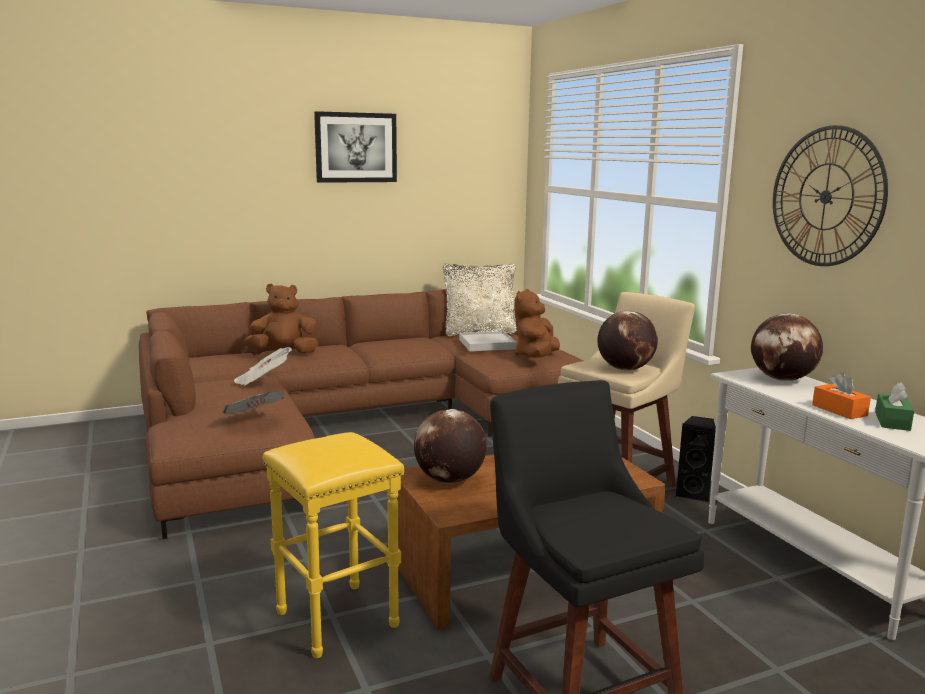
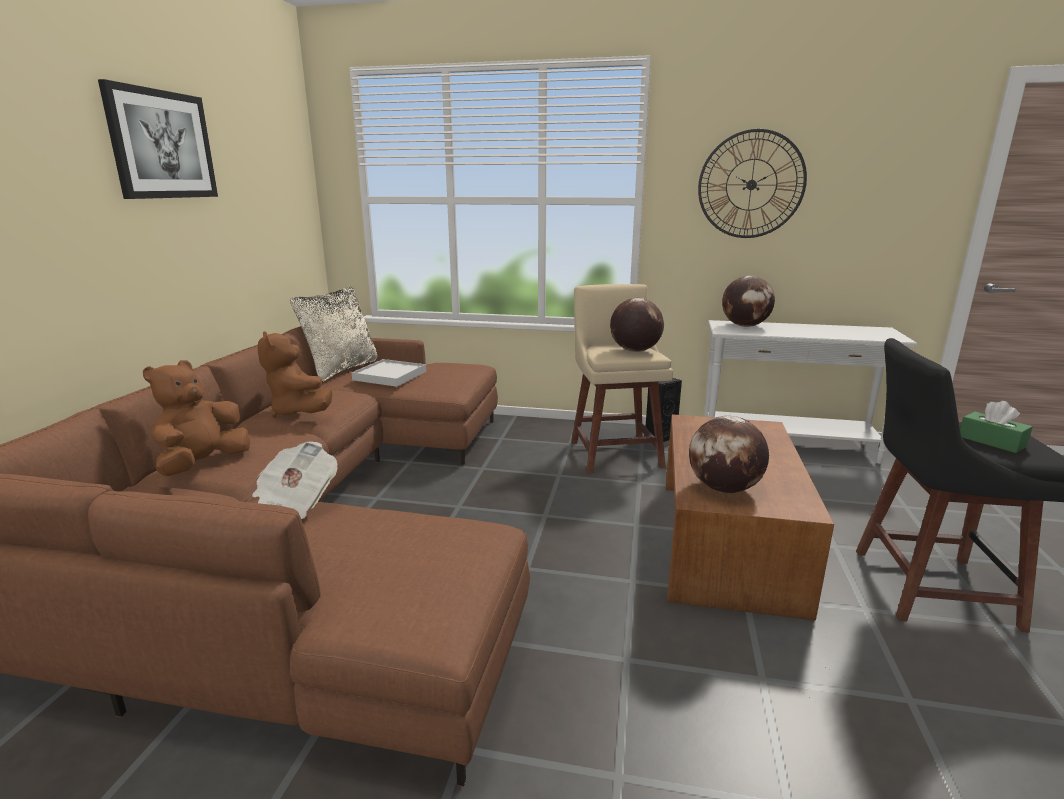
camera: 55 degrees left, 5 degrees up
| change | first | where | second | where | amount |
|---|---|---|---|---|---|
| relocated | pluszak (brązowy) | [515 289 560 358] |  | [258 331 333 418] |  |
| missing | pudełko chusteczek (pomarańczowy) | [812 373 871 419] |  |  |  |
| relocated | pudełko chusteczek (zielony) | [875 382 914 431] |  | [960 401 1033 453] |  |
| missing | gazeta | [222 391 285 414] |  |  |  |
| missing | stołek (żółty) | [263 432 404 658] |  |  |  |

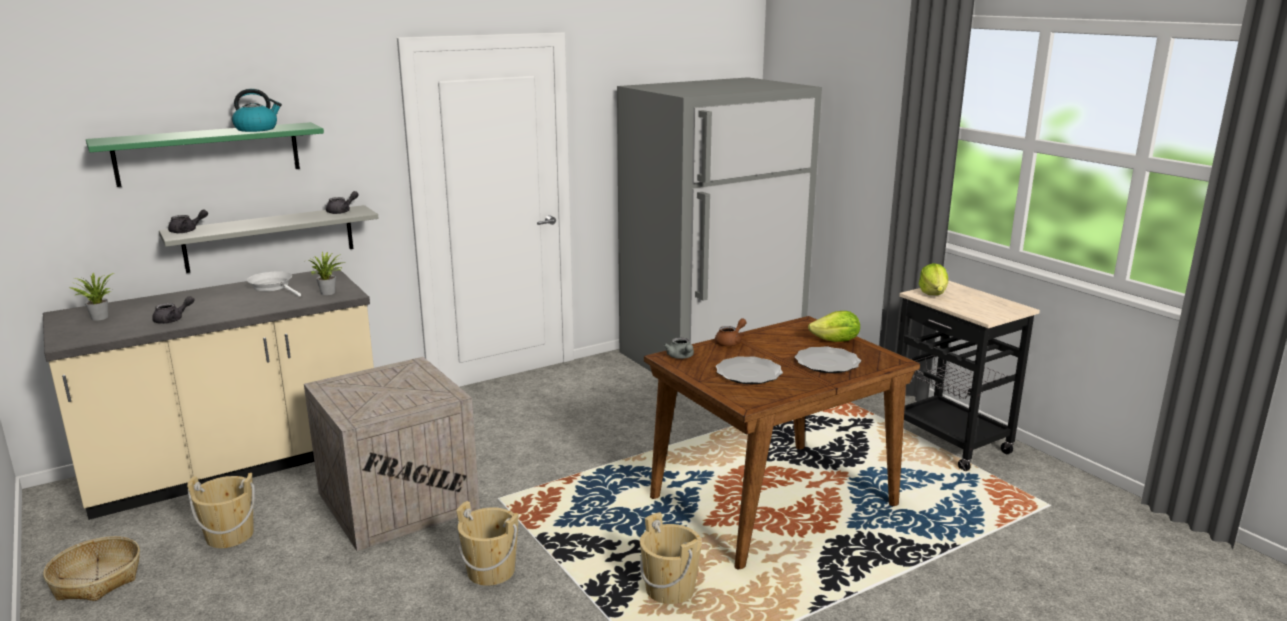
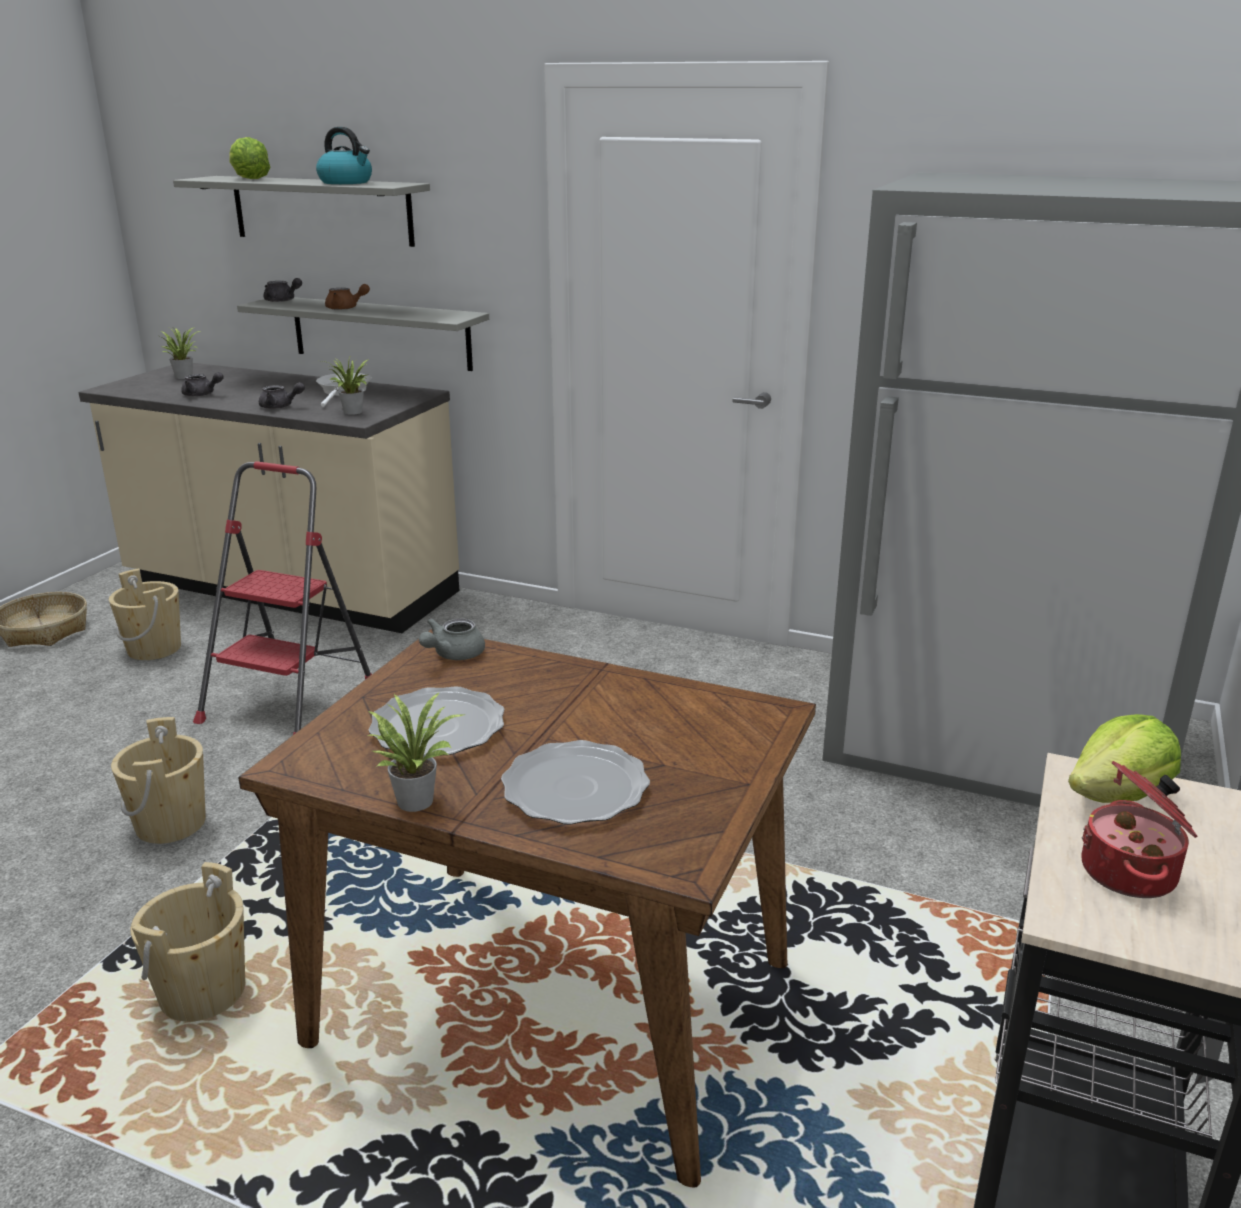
camera: 55 degrees right, 5 degrees up
| change | first | where | second | where | amount |
|---|---|---|---|---|---|
| colour | półka (zielony) | [86 122 324 187] | półka (szary) | [173 176 430 247] |  |
| relocated | imbryk (szary) | [326 191 359 214] |  | [259 382 305 409] |  |
| relocated | sałata | [808 311 860 342] |  | [229 137 270 179] |  |
| relocated | imbryk (brązowy) | [715 318 747 346] |  | [325 284 370 310] |  |
| exchanged | skrzynka | [304 357 480 551] | drabinka (czerwony) | [193 461 372 735] |  |
| appeared |  |  | roślina doniczkowa | [367 692 463 812] |  |
| appeared |  |  | garnek | [1081 761 1197 898] |  |

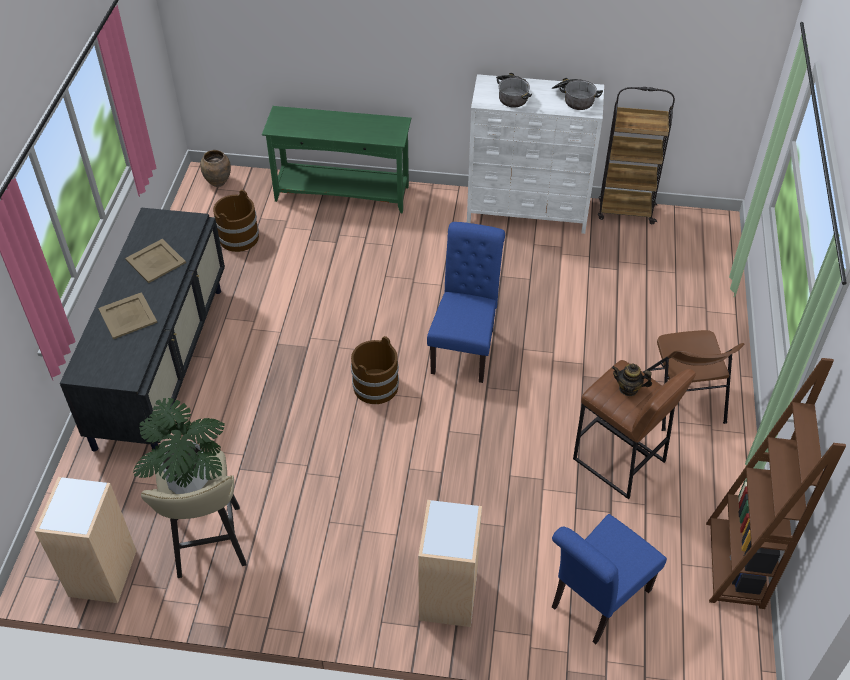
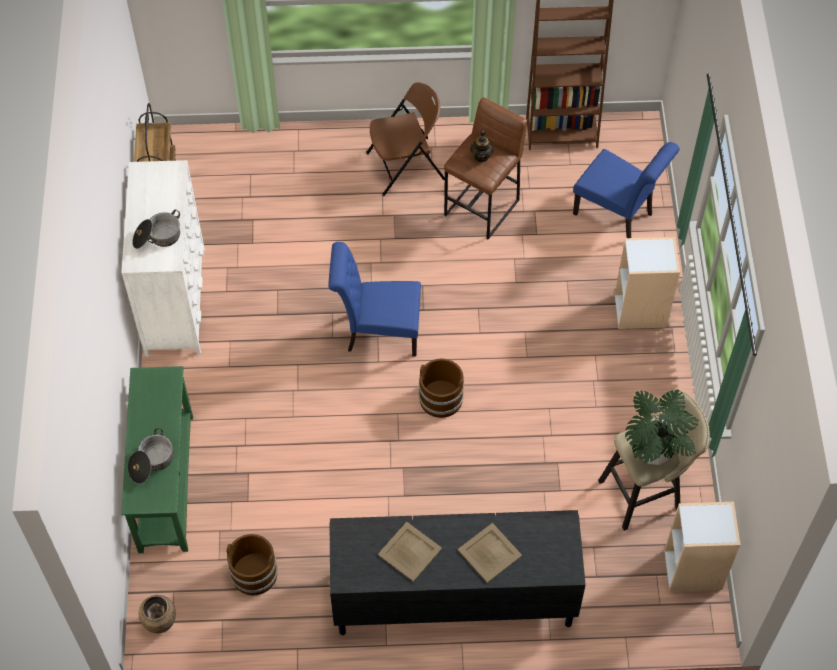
camera: 100 degrees left, 10 degrees up
| change | first | where | second | where | amount |
|---|---|---|---|---|---|
| relocated | garnek | [552 78 603 110] |  | [128 428 173 484] |  |

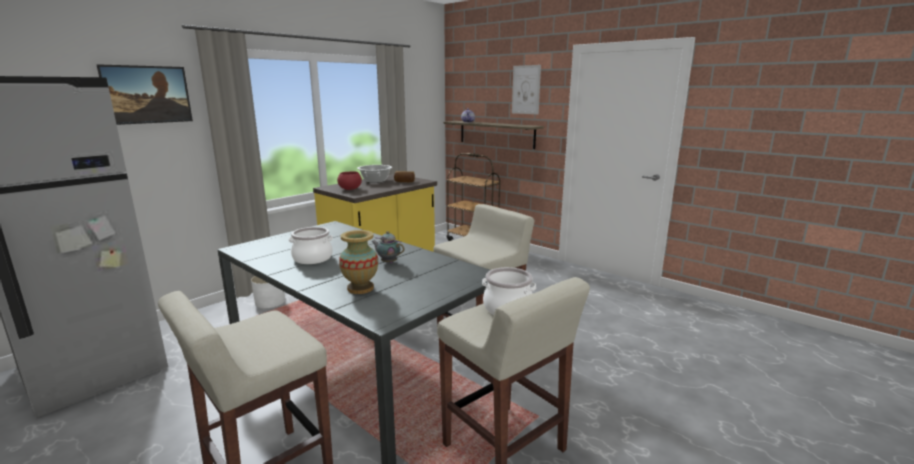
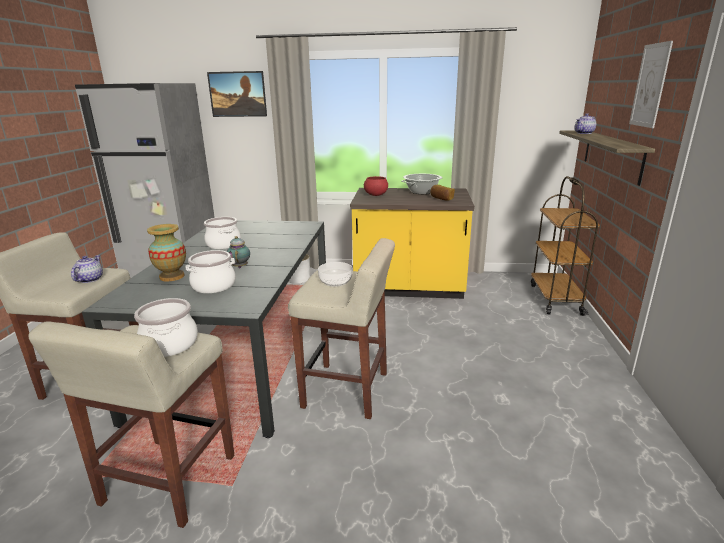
camera: 55 degrees right, 5 degrees up
| change | first | where | second | where | amount |
|---|---|---|---|---|---|
| appeared |  |  | garnek | [186 250 236 293] |  |
| appeared |  |  | imbryk | [71 255 103 283] |  |
| appeared |  |  | miska | [318 262 353 287] |  |

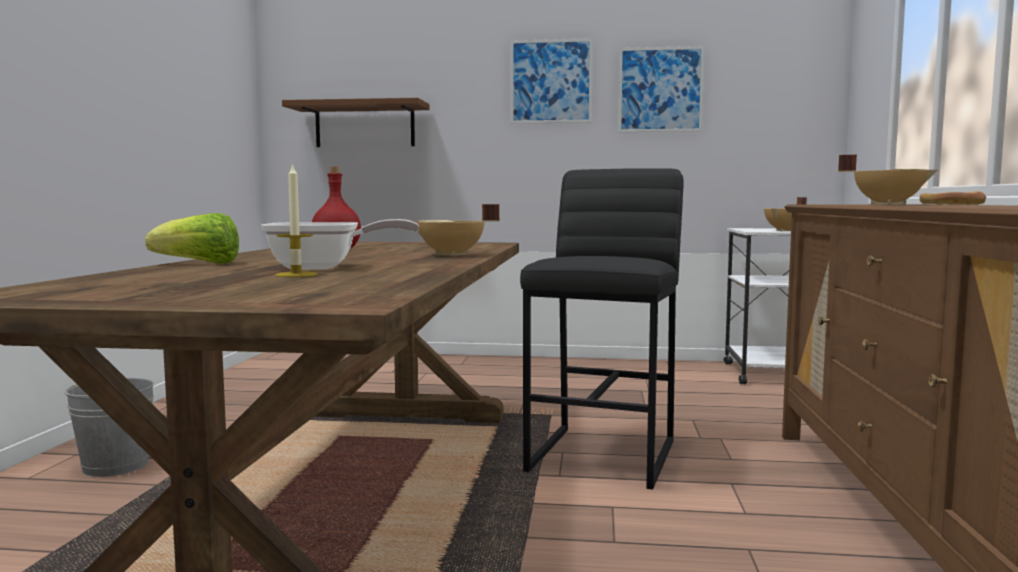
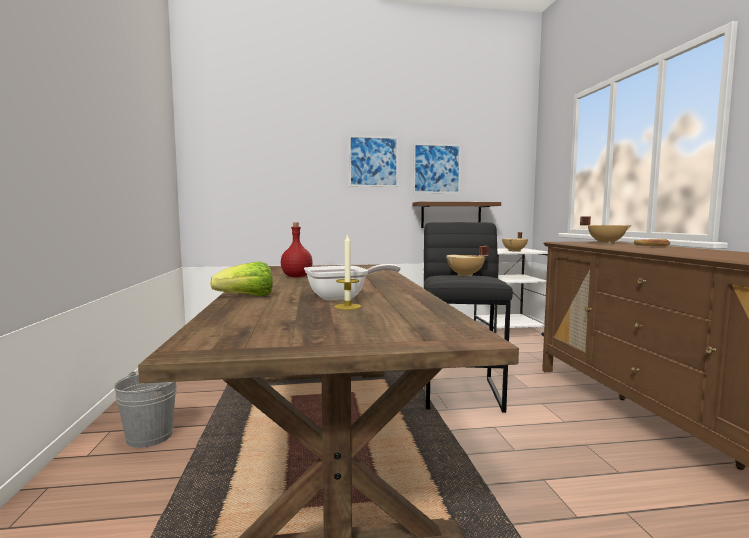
camera: 15 degrees left, 0 degrees up
| change | first | where | second | where | amount |
|---|---|---|---|---|---|
| relocated | półka (brązowy) | [282 98 429 147] |  | [412 202 501 228] |  |
| relocated | garnek (beżowy) | [413 204 499 256] |  | [446 246 489 276] |  |

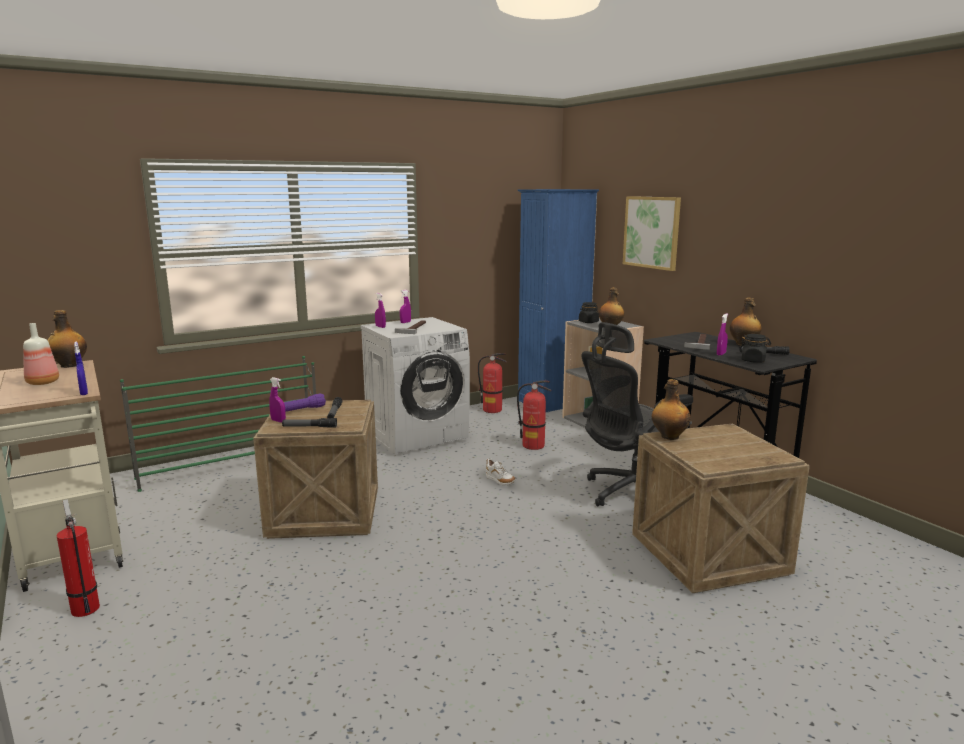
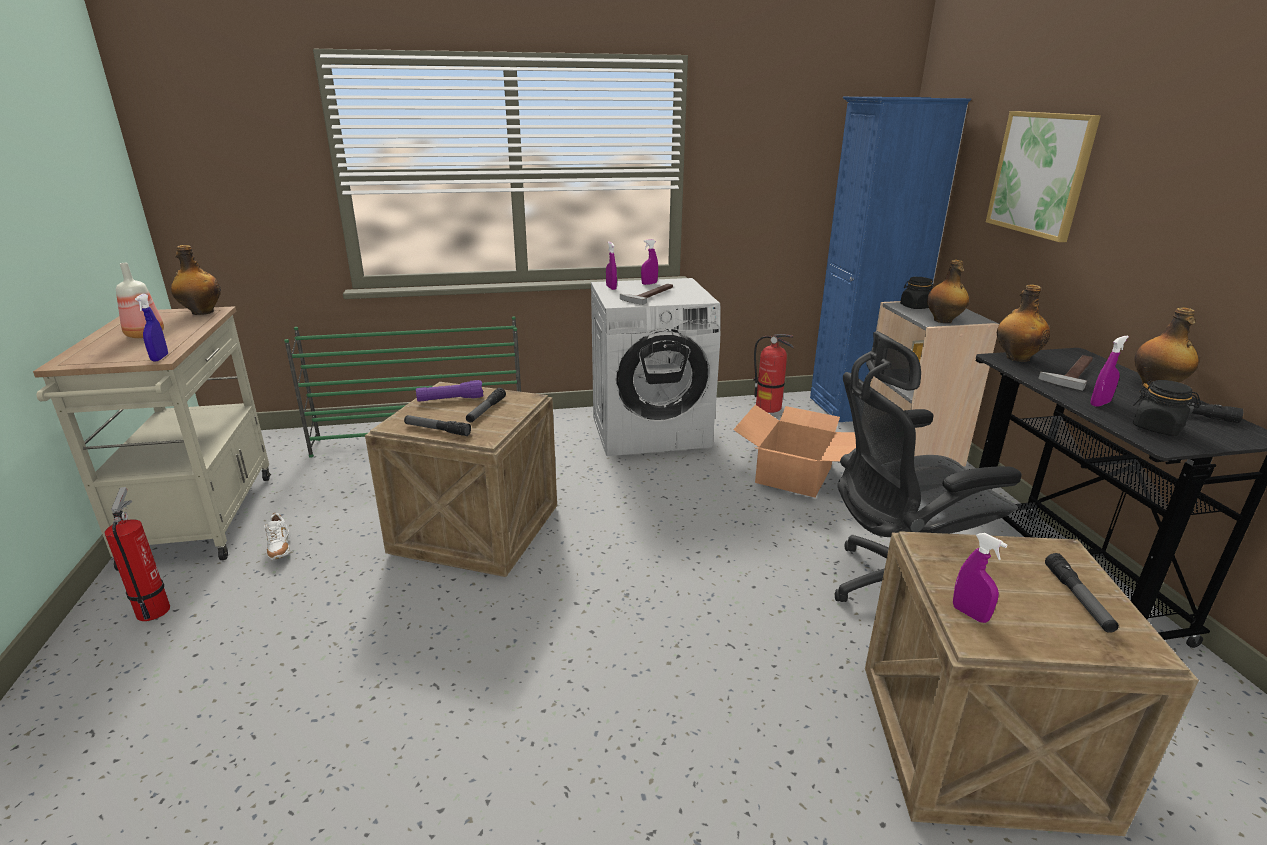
camera: 20 degrees right, 10 degrees up
| change | first | where | second | where | amount |
|---|---|---|---|---|---|
| relocated | spryskiwacz (fioletowy) | [269 377 286 422] |  | [953 533 1007 623] |  |
| relocated | butelka | [652 379 691 440] |  | [997 285 1050 362] |  |
| exchanged | gaśnica | [517 380 551 450] | karton | [733 405 856 497] |  |
| relocated | but (biały) | [486 459 516 486] |  | [264 512 290 560] |  |
| appeared |  |  | latarka | [1045 553 1119 633] |  |

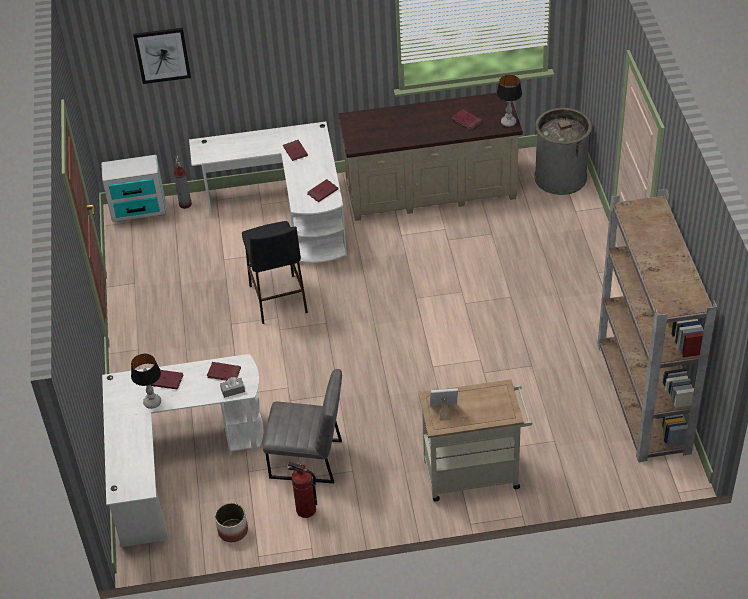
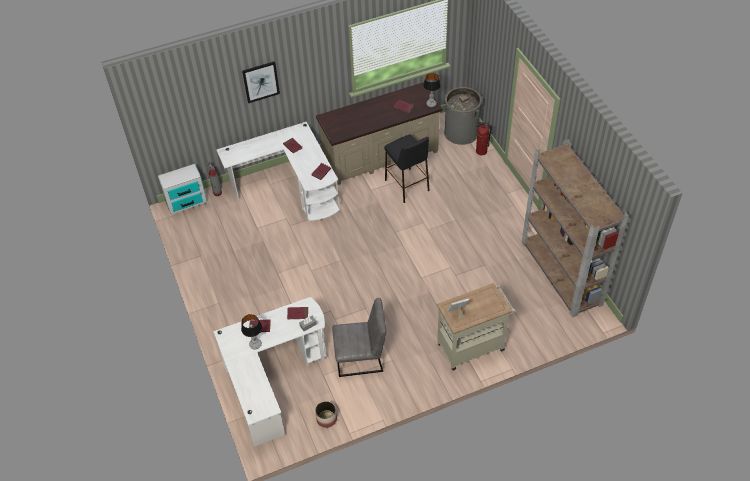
camera: 15 degrees left, 5 degrees up
| change | first | where | second | where | amount |
|---|---|---|---|---|---|
| relocated | obraz | [133 28 191 84] |  | [242 61 280 103] |  |
| relocated | stołek (czarny) | [242 221 308 324] |  | [385 134 430 203] |  |
| relocated | gaśnica | [288 462 317 518] |  | [476 122 492 155] |  |

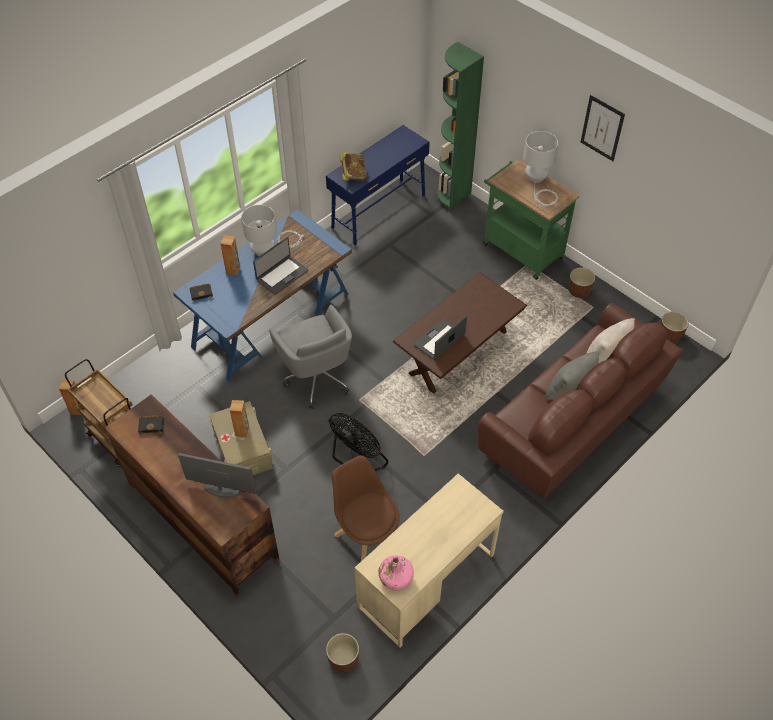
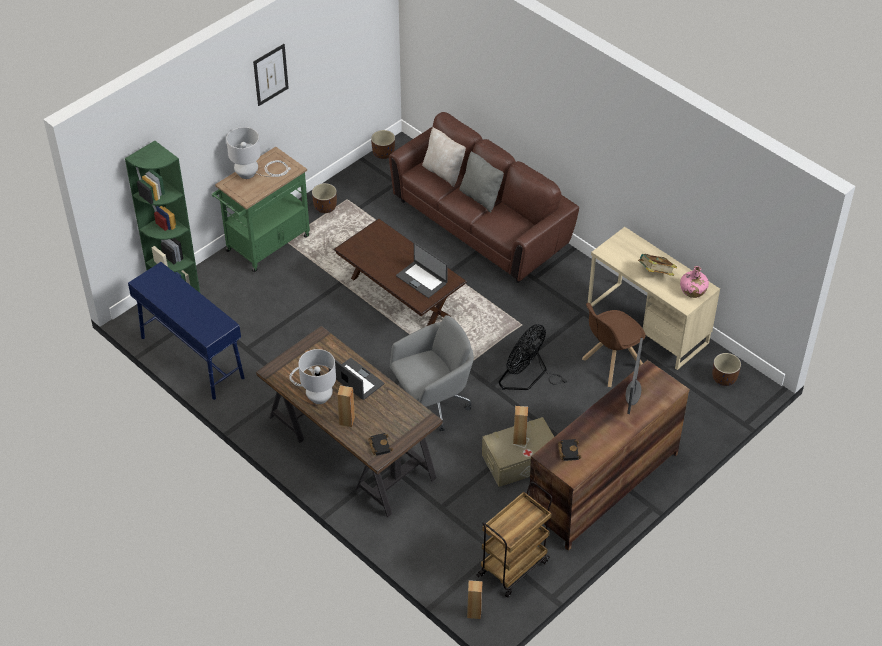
camera: 90 degrees left, 5 degrees down
| change | first | where | second | where | amount |
|---|---|---|---|---|---|
| relocated | książka | [339 152 367 181] |  | [638 254 677 276] |  |
| colour | biurko (niebieski) | [173 209 352 382] | biurko (brązowy) | [256 326 443 517] |  |

